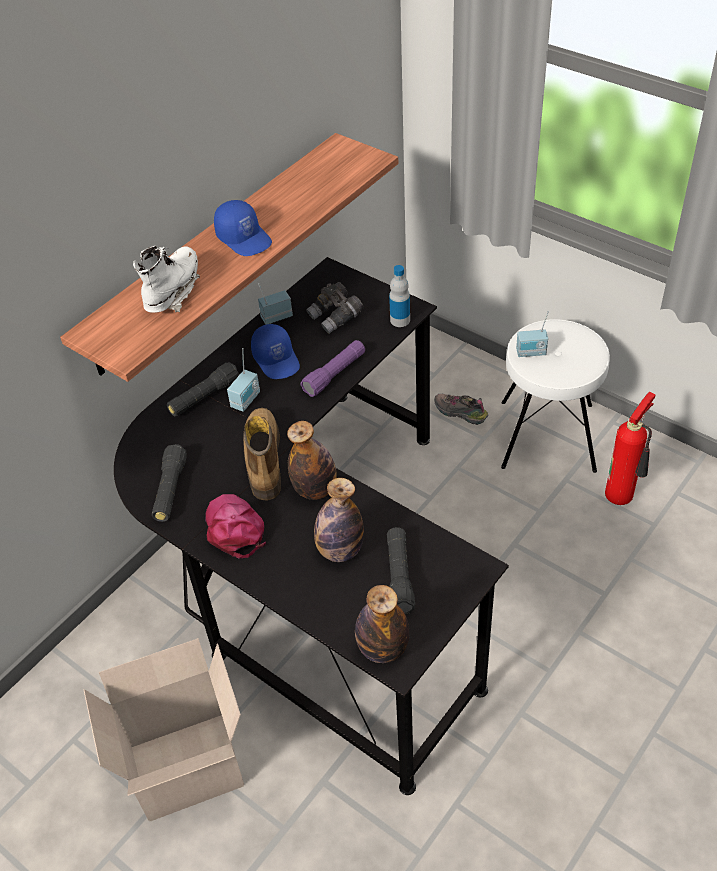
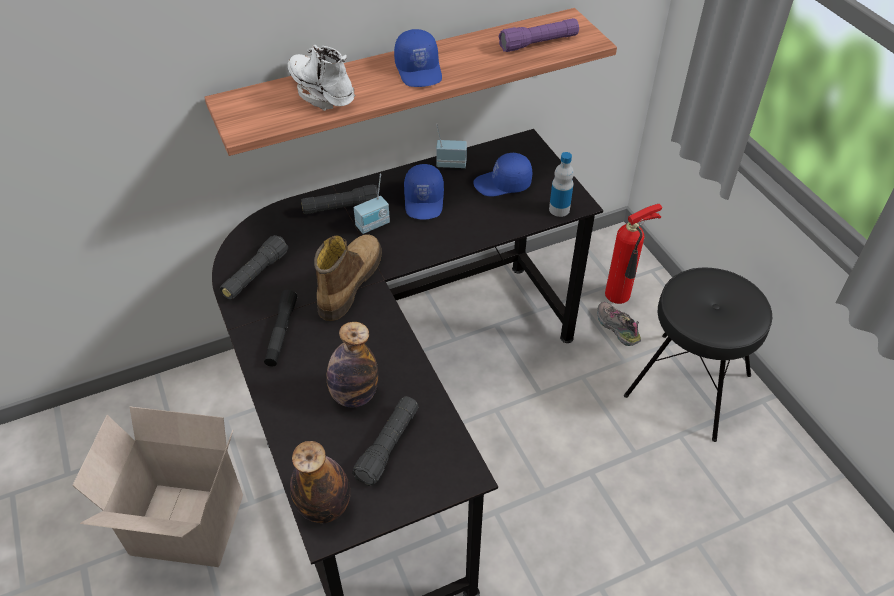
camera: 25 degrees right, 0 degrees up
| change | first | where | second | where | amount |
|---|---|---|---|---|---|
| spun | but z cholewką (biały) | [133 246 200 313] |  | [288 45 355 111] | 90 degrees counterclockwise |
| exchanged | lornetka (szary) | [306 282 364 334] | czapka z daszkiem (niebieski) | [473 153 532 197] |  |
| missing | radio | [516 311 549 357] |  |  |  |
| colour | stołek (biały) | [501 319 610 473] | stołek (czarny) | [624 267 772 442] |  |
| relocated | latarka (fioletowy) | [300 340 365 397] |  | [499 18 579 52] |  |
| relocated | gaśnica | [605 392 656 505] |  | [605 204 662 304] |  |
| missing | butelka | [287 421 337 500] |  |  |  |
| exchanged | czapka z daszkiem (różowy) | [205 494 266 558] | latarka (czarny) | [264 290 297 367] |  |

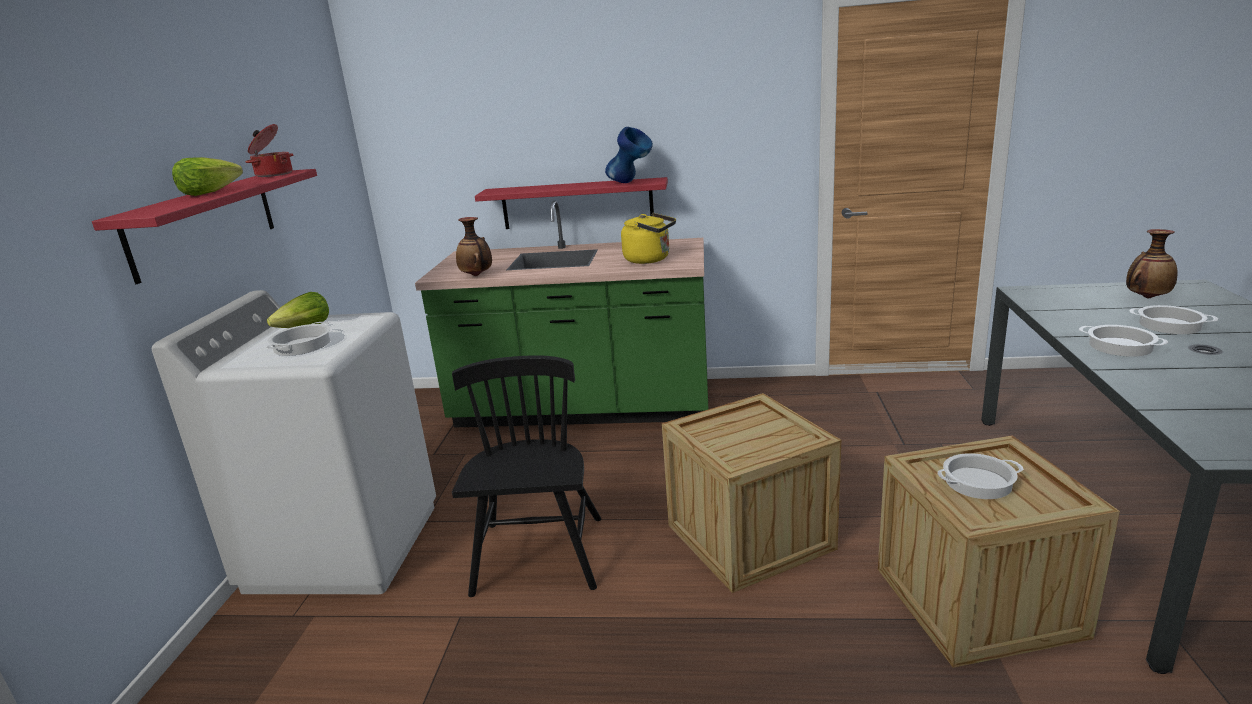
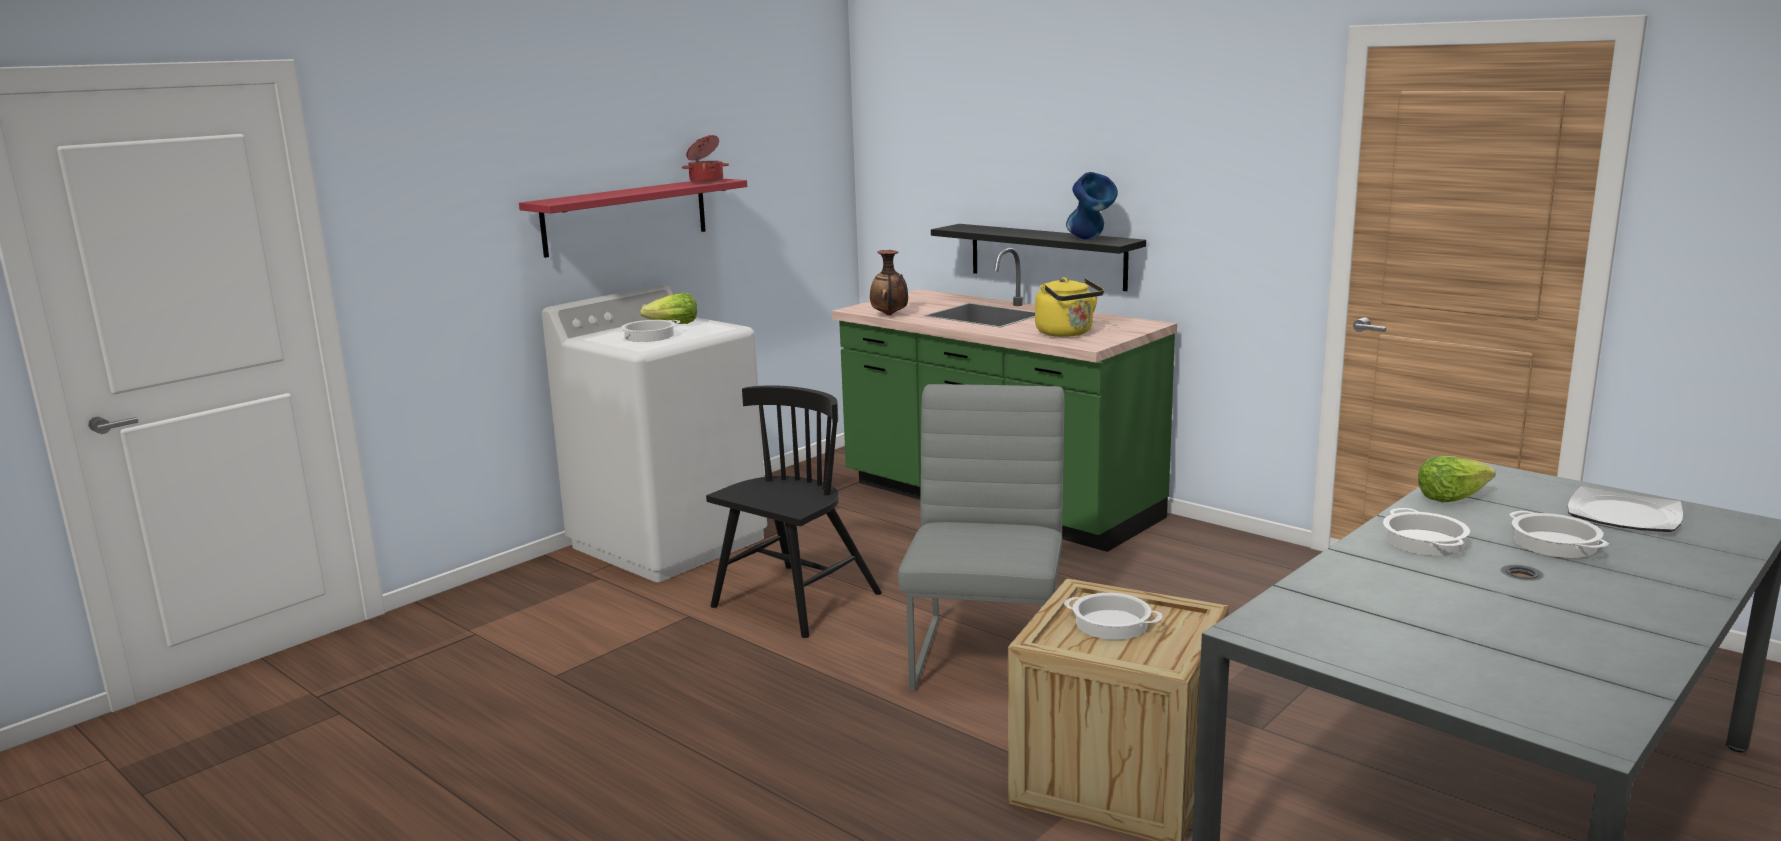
camera: 35 degrees right, 5 degrees down
| change | first | where | second | where | amount |
|---|---|---|---|---|---|
| relocated | sałata | [172 157 243 196] |  | [1418 456 1496 503] |  |
| colour | półka (czerwony) | [475 177 668 229] | półka (czarny) | [931 224 1146 291] |  |
| exchanged | wazon | [1126 229 1177 298] | talerz | [1568 486 1683 532] |  |
| exchanged | skrzynka | [662 393 841 593] | krzesło (szary) | [898 384 1064 691] |  |

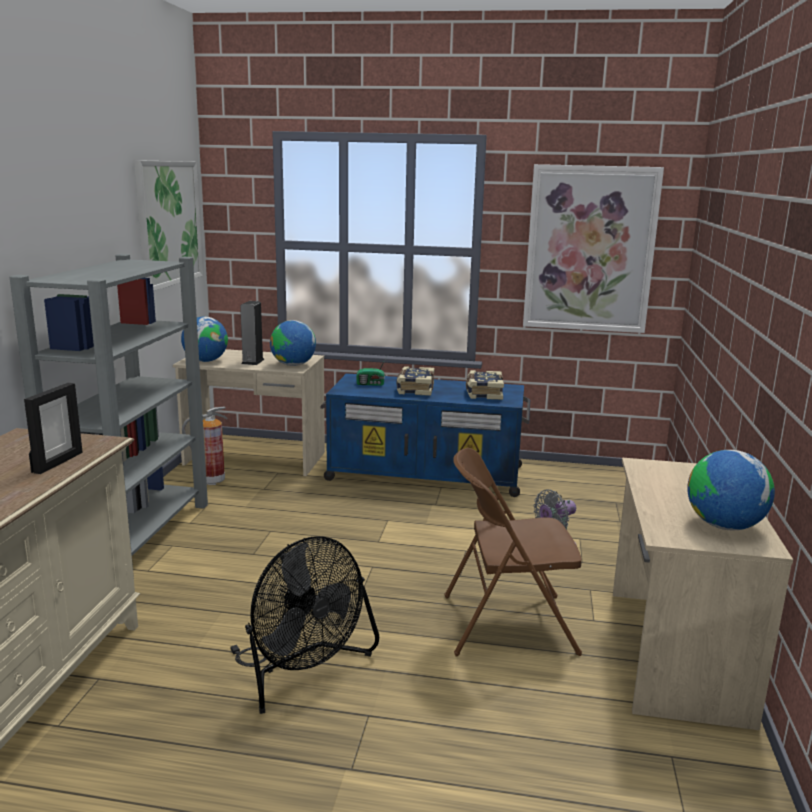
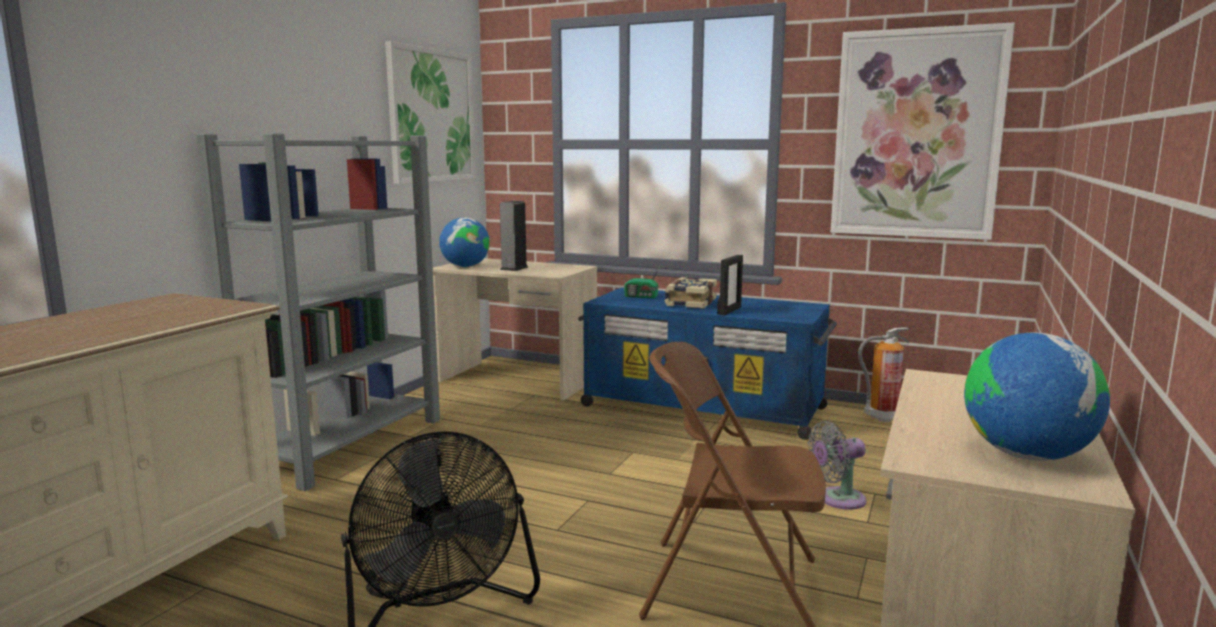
camera: 15 degrees right, 5 degrees down
| change | first | where | second | where | amount |
|---|---|---|---|---|---|
| missing | globus | [270 320 316 366] |  |  |  |
| missing | książka | [466 370 504 400] |  |  |  |
| relocated | ramka na zdjęcie | [24 383 83 474] |  | [717 255 743 316] |  |
| relocated | gaśnica | [182 406 228 485] |  | [858 327 909 422] |  |

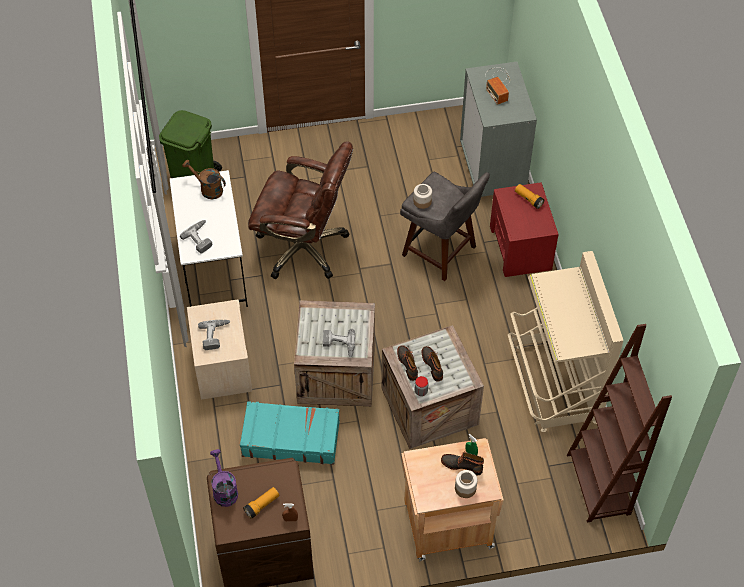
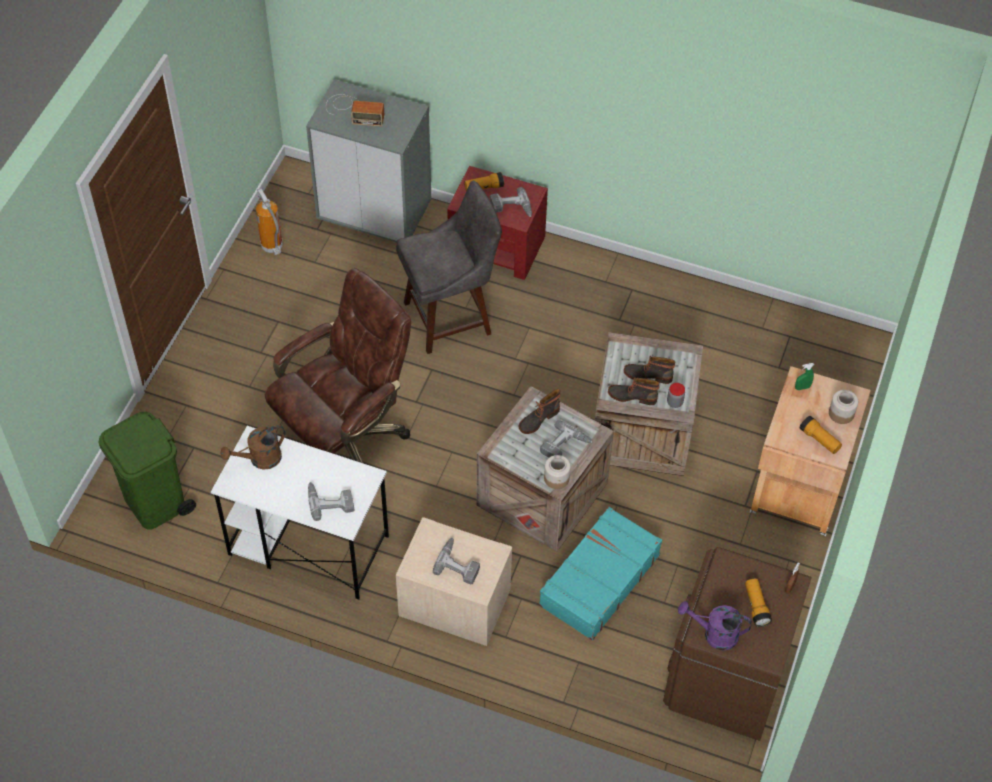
camera: 60 degrees left, 0 degrees up
| change | first | where | second | where | amount |
|---|---|---|---|---|---|
| relocated | słoik | [413 184 432 209] |  | [544 455 571 489] |  |
| missing | regał na buty (beżowy) | [508 251 623 432] |  |  |  |
| missing | regał (brązowy) | [567 324 672 522] |  |  |  |
| relocated | but z cholewką | [441 451 484 475] |  | [519 389 561 434] |  |
| appeared |  |  | wiertarka | [490 187 532 217] |  |
| appeared |  |  | gaśnica | [255 188 283 255] |  |
| appeared |  |  | latarka | [800 416 842 454] |  |

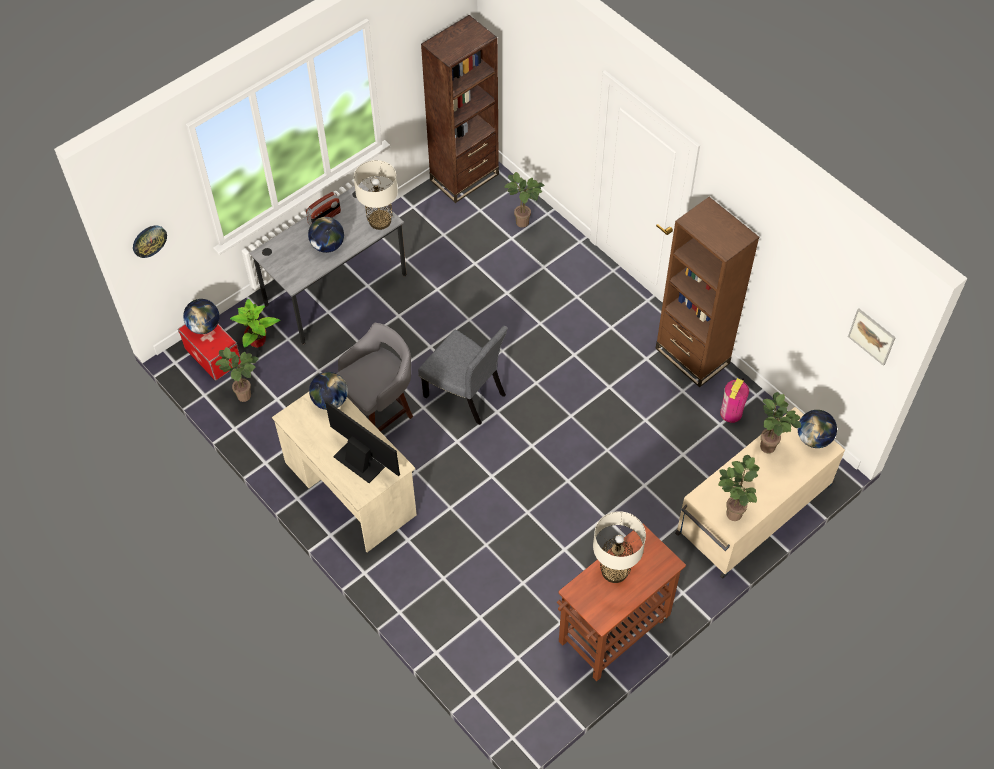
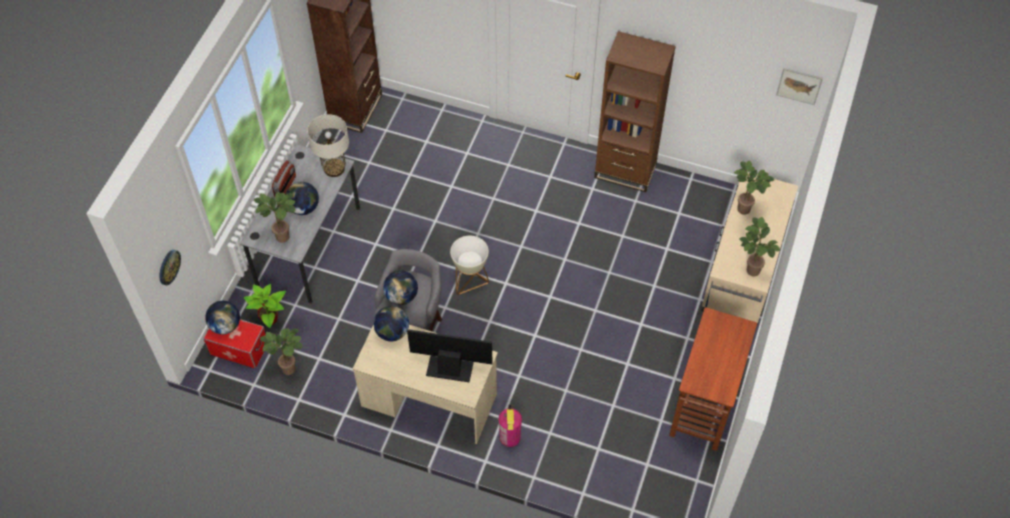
camera: 30 degrees left, 0 degrees up
| change | first | where | second | where | amount |
|---|---|---|---|---|---|
| relocated | roślina doniczkowa | [504 172 544 228] |  | [254 192 296 243] |  |
| exchanged | krzesło (szary) | [418 326 508 425] | donica | [450 236 489 295] |  |
| relocated | gaśnica | [720 378 749 423] |  | [498 405 522 447] |  |
| relocated | globus | [798 410 837 448] |  | [383 270 418 305] |  |
| missing | lampa stołowa | [593 511 646 583] |  |  |  |

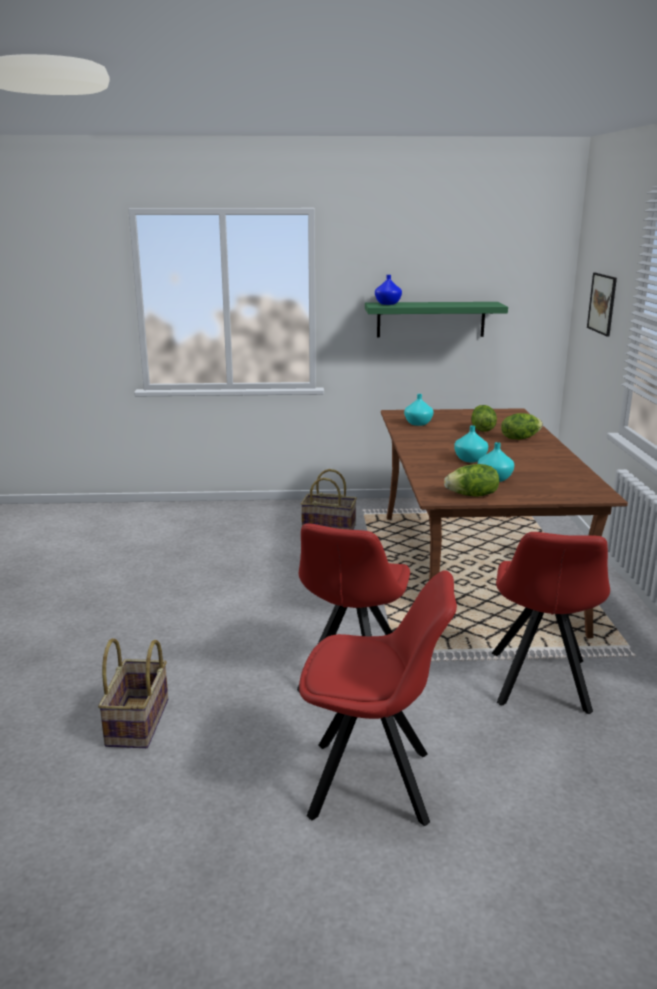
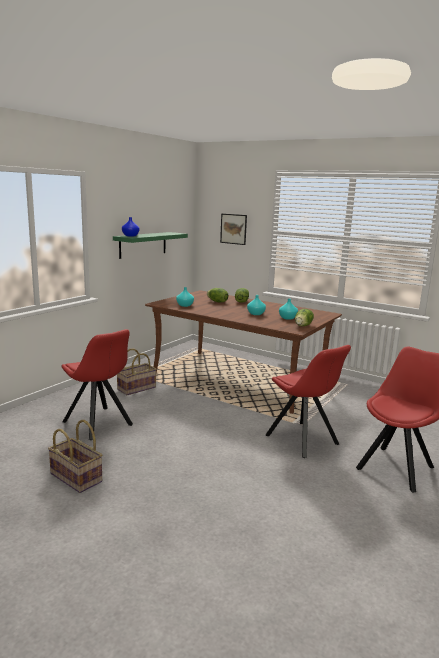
camera: 55 degrees left, 5 degrees down
| change | first | where | second | where | amount |
|---|---|---|---|---|---|
| relocated | krzesło (czerwony) | [492 532 610 714] |  | [61 329 133 440] |  |
| relocated | koszyk | [98 638 168 748] |  | [48 420 102 493] |  |

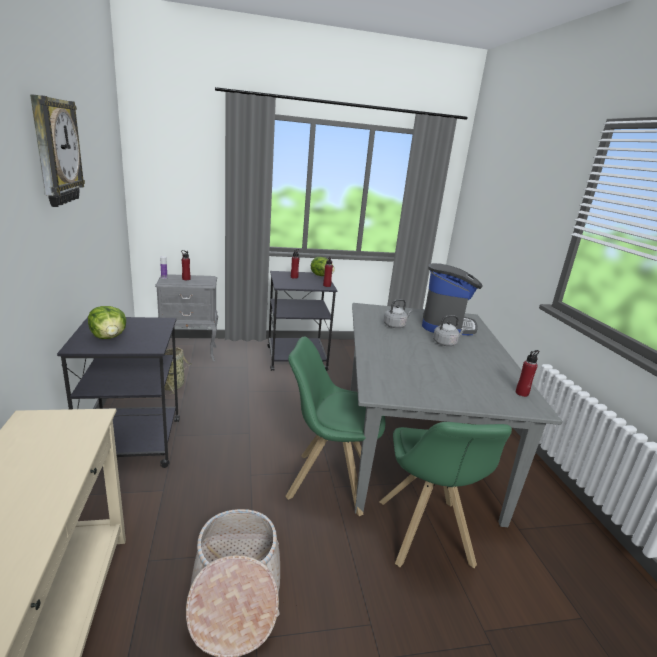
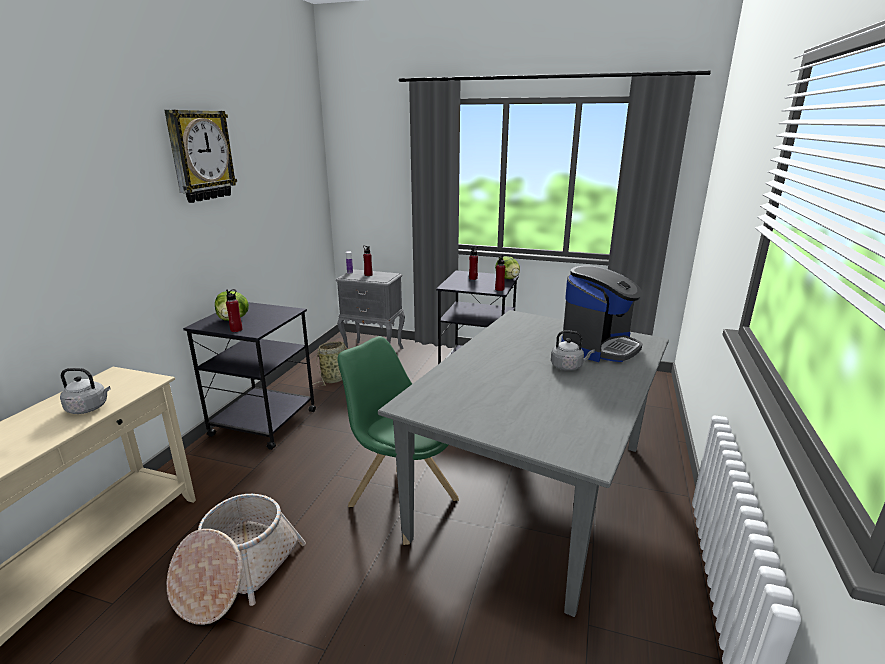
camera: 30 degrees right, 0 degrees up
| change | first | where | second | where | amount |
|---|---|---|---|---|---|
| relocated | czajnik (szary) | [384 299 413 328] |  | [60 368 110 414] |  |
| relocated | butelka (czerwony) | [516 350 540 397] |  | [226 289 243 332] |  |
| missing | krzesło (zielony) | [379 422 512 568] |  |  |  |

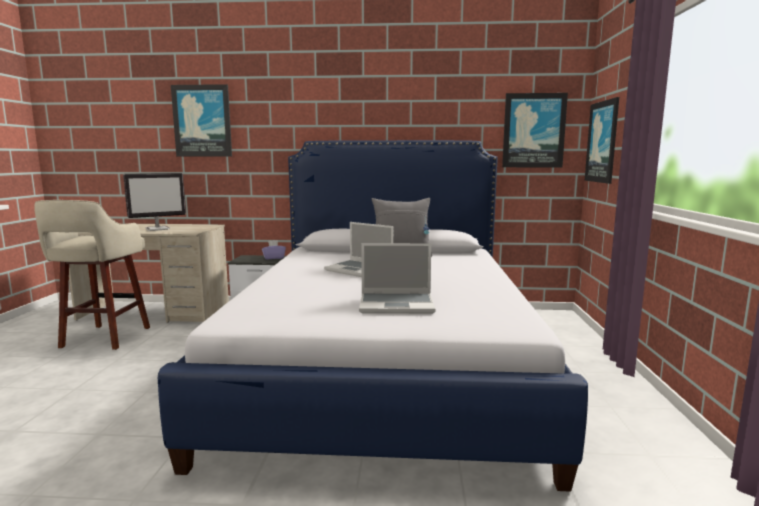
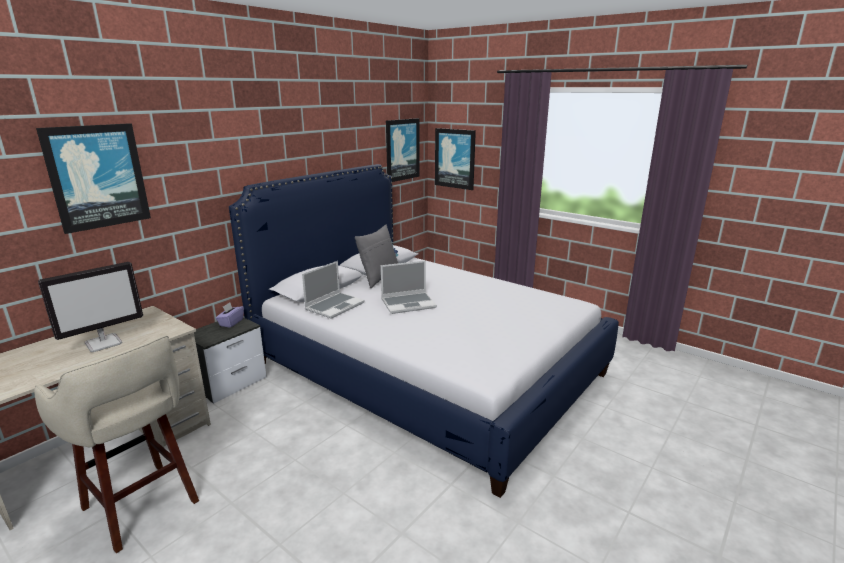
camera: 55 degrees left, 10 degrees up
| change | first | where | second | where | amount |
|---|---|---|---|---|---|
| spun | monitor | [123 173 186 231] |  | [38 262 143 352] | 45 degrees clockwise |
| relocated | laptop | [359 243 435 314] |  | [302 261 365 319] |  |

